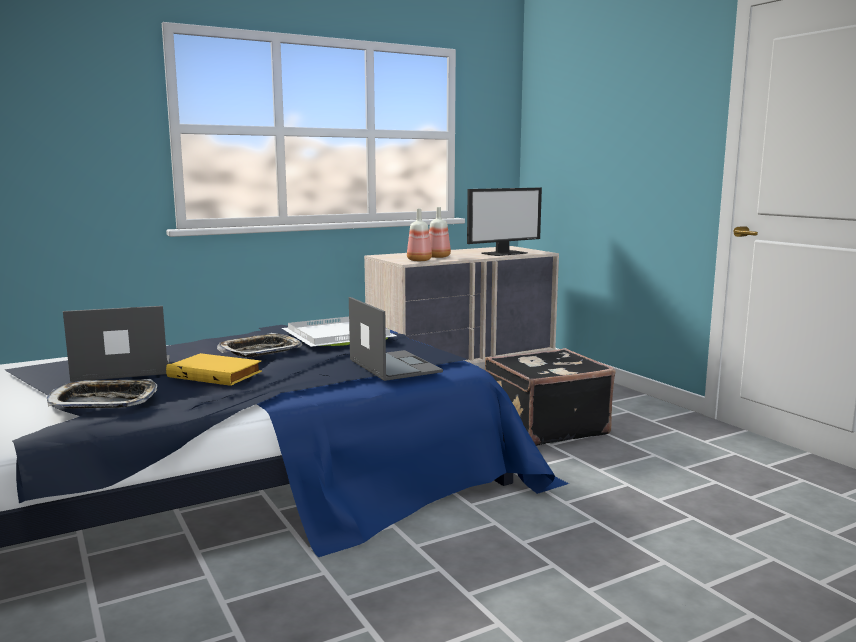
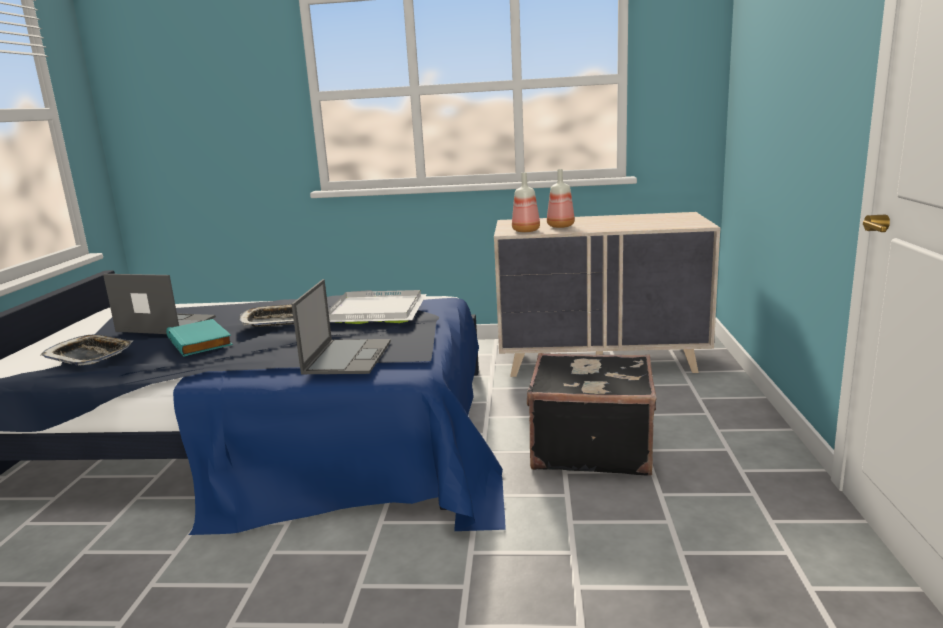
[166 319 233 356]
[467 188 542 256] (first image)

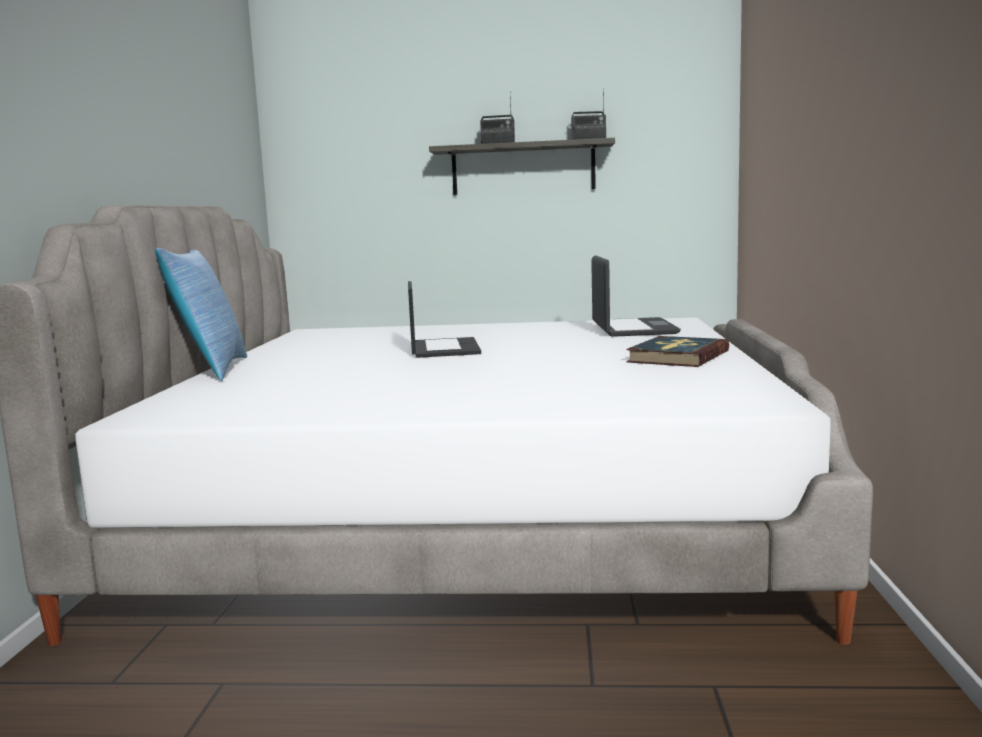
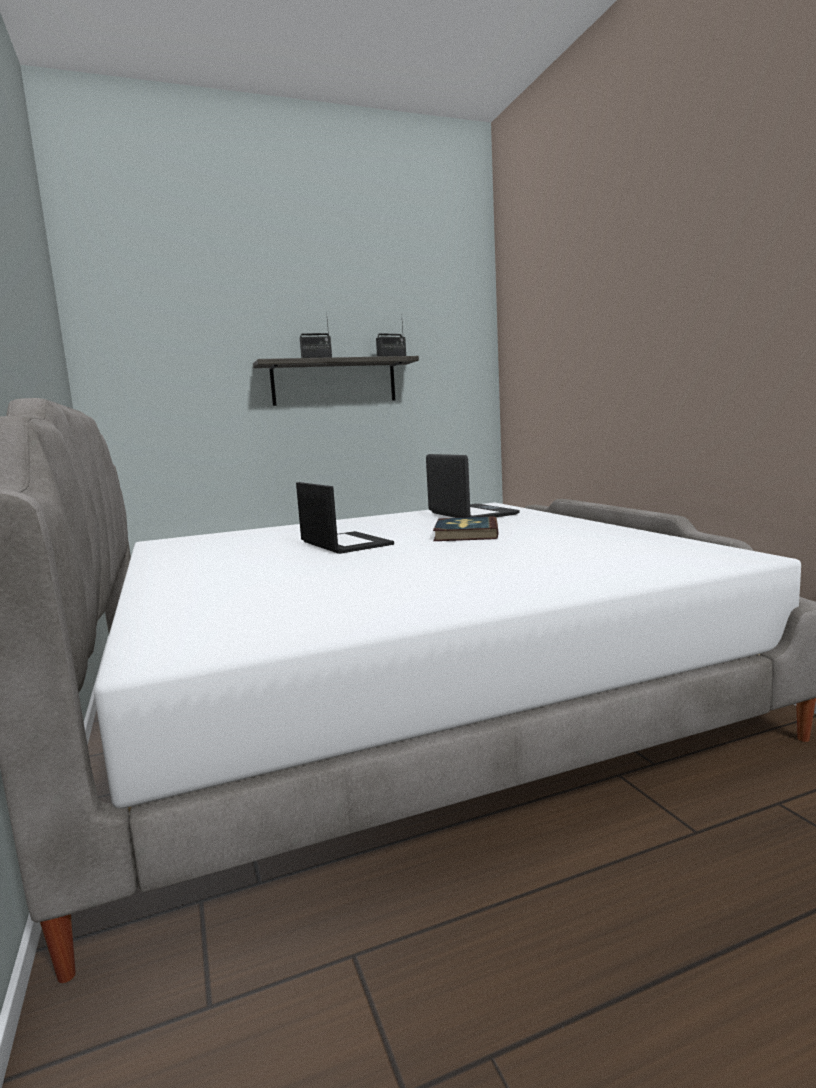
[155 248 247 381] (first image)
[433 516 499 541]

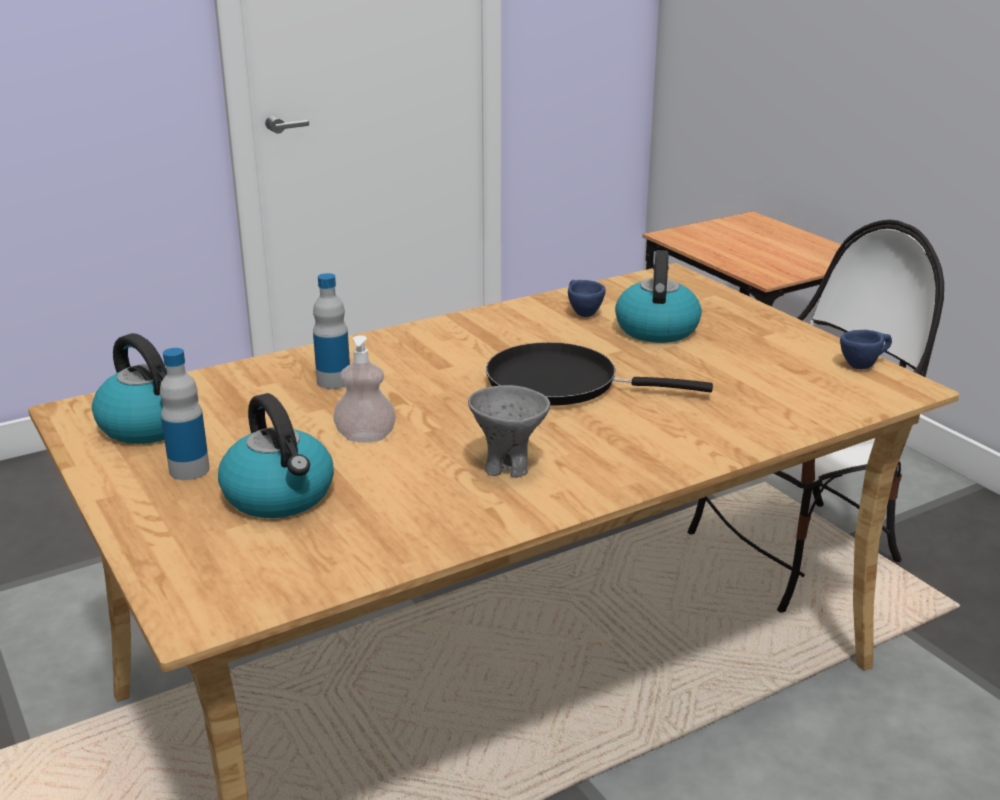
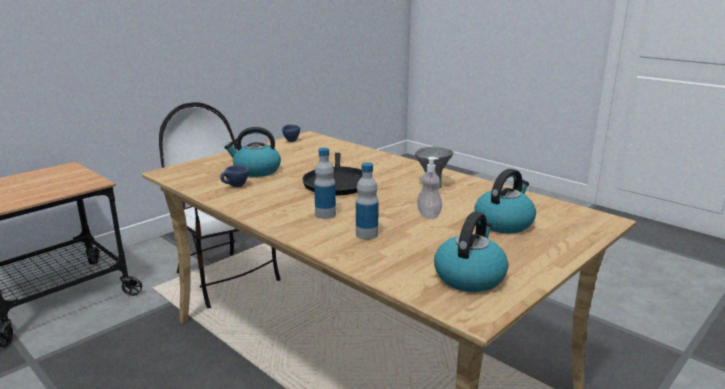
[314 148 336 219]

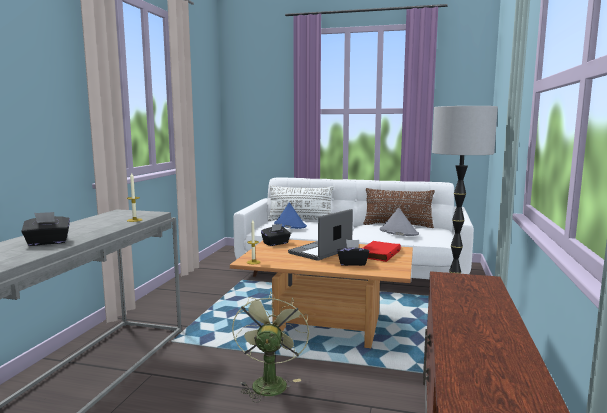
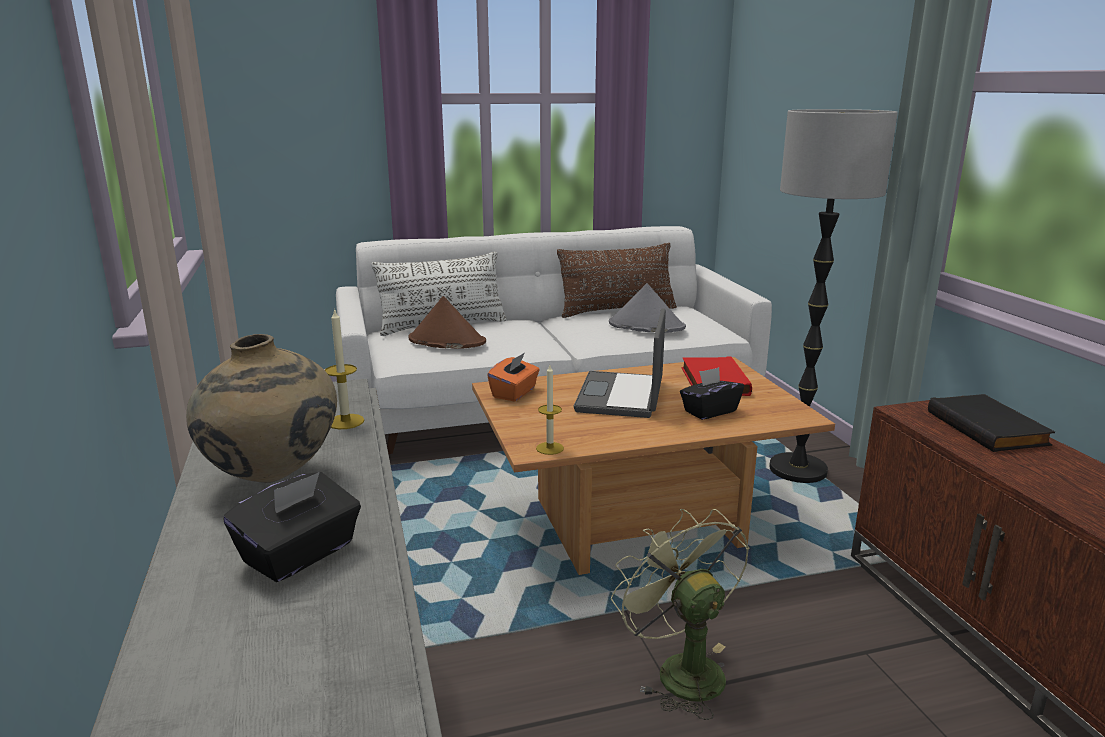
[487 353 540 402]
[409 296 486 349]
[186 334 337 483]
[928 394 1055 452]

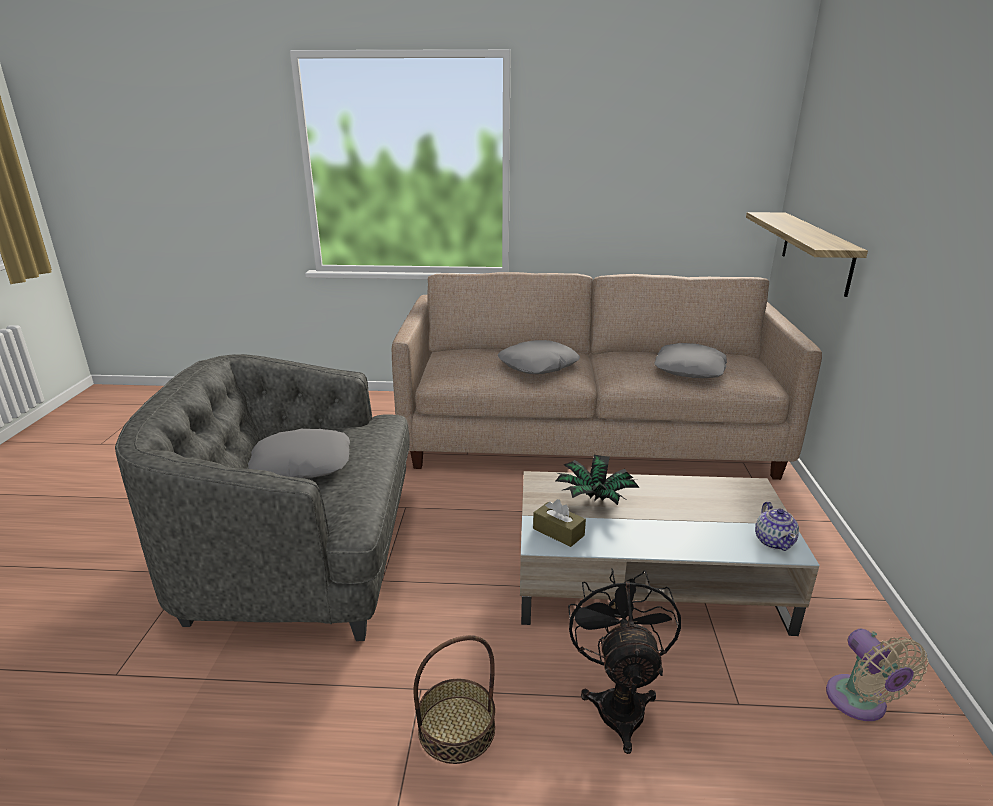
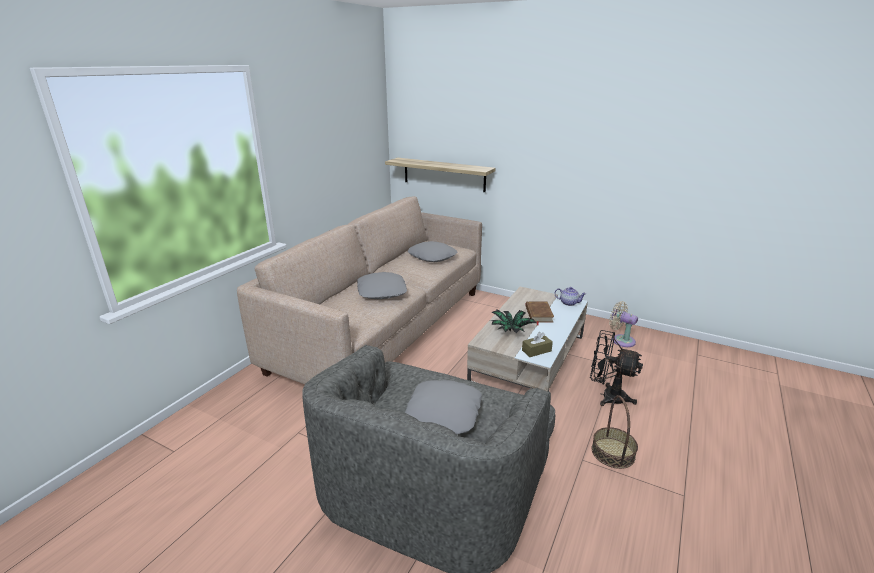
[609 301 638 347]
[526 301 554 325]

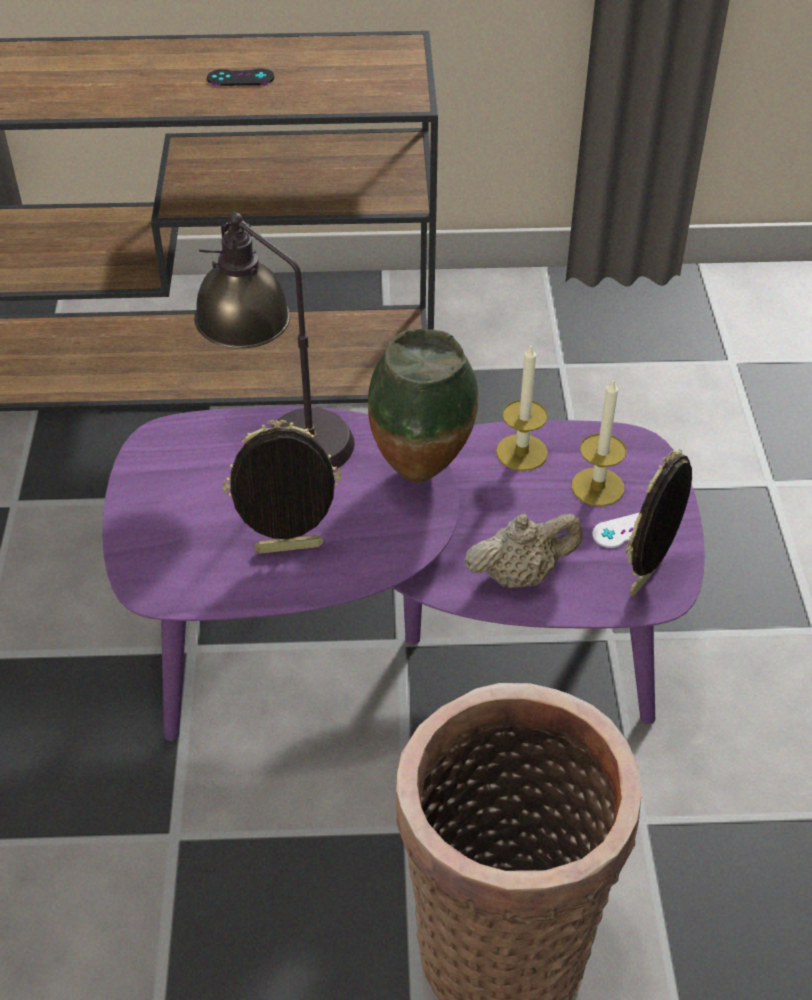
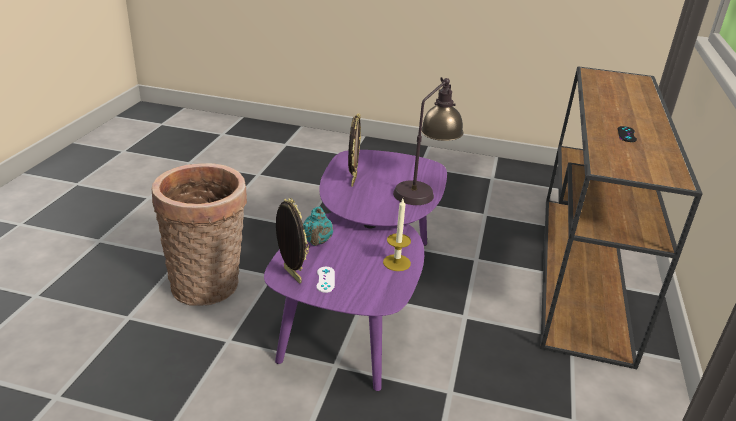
[368 329 478 482] (first image)
[303 206 333 246]
[571 378 626 506] (first image)

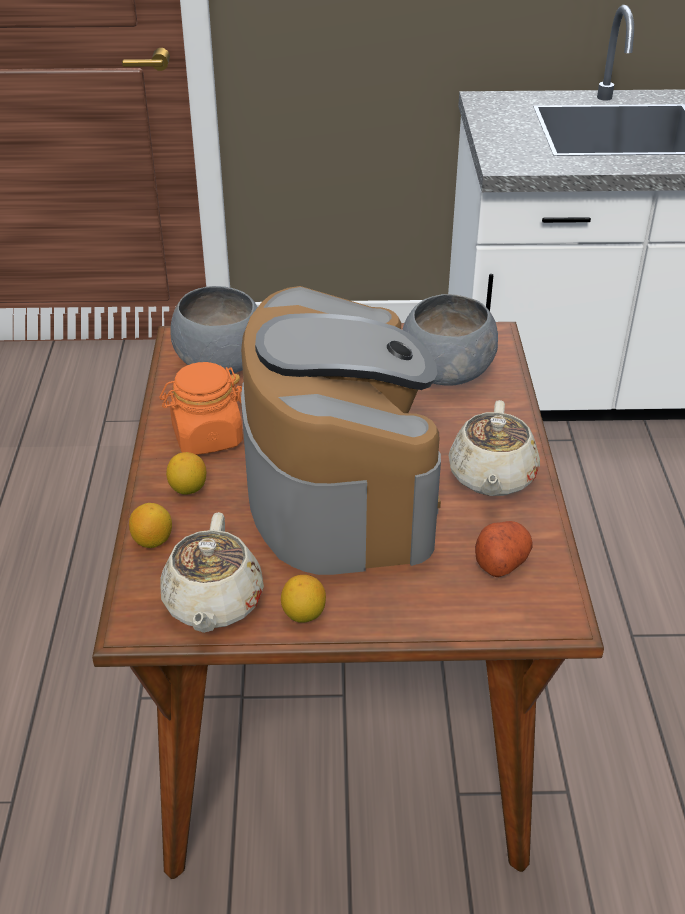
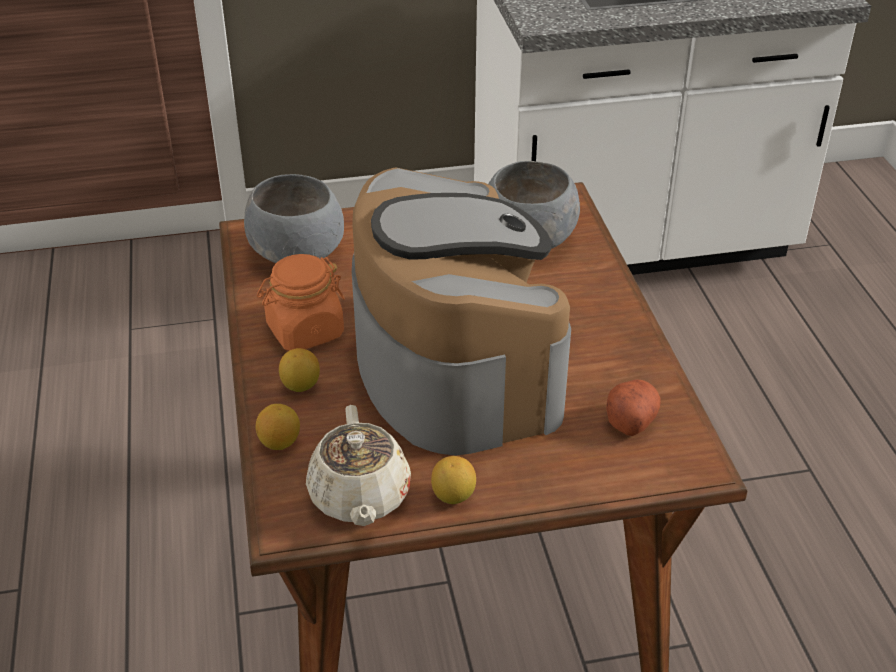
[449 400 540 496] (first image)

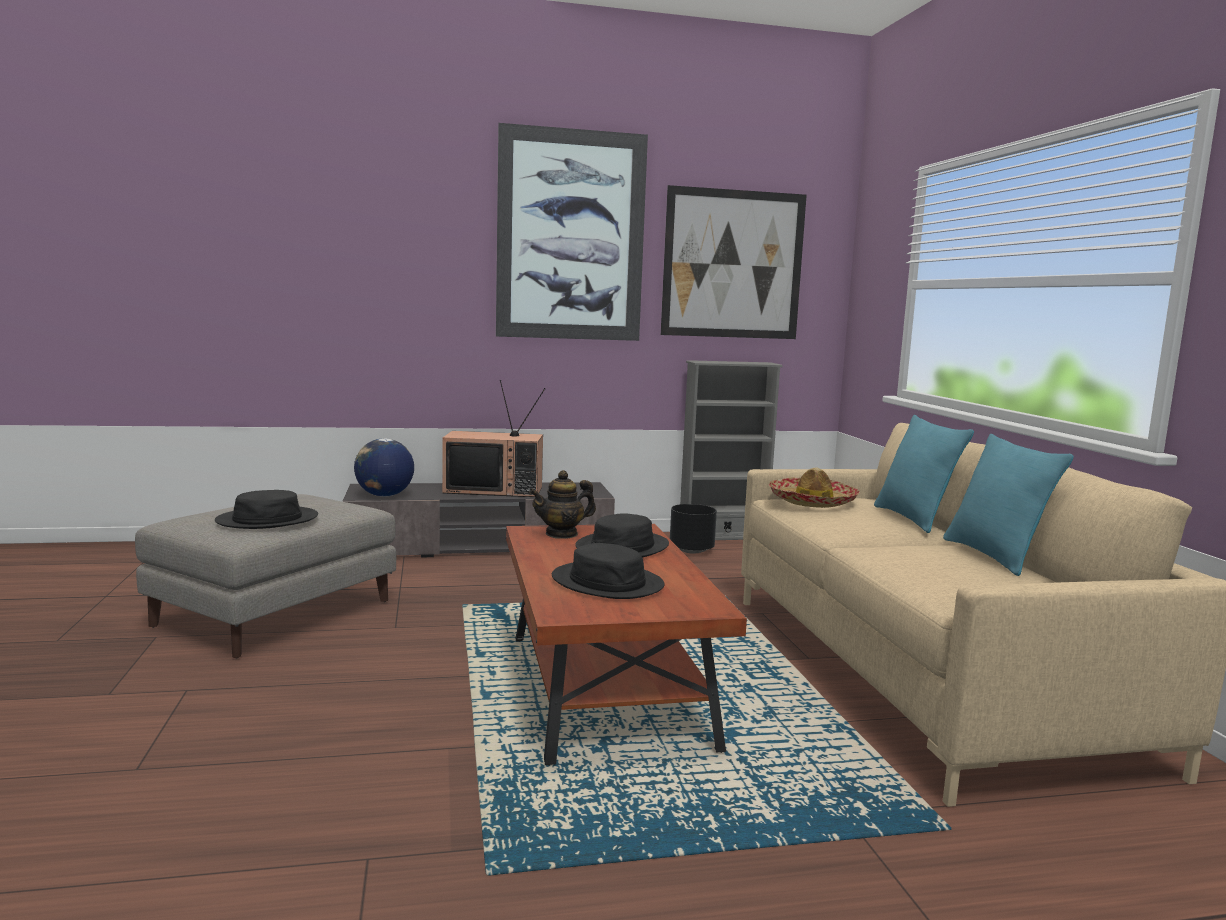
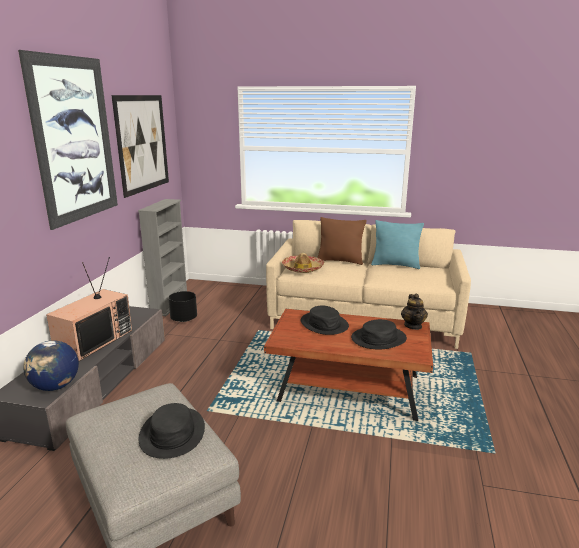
[401 294 428 330]
[317 217 367 265]

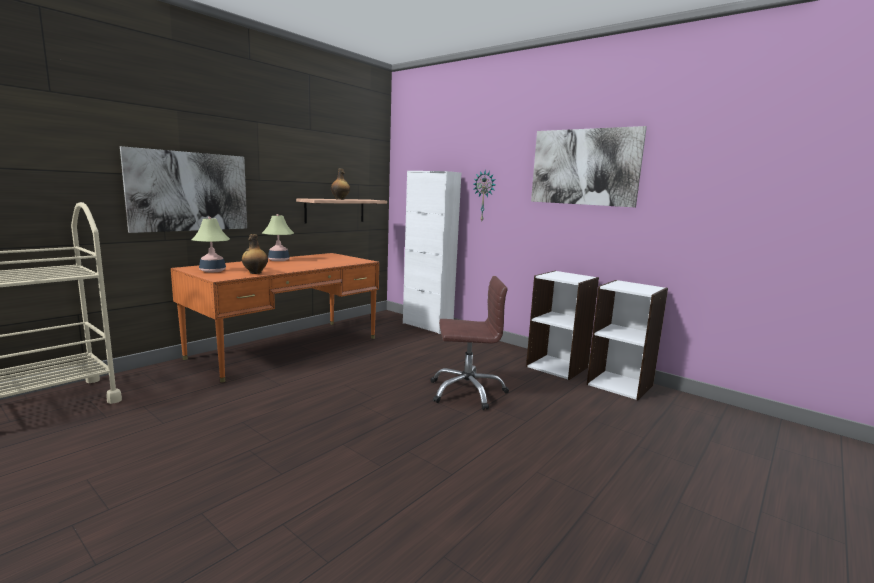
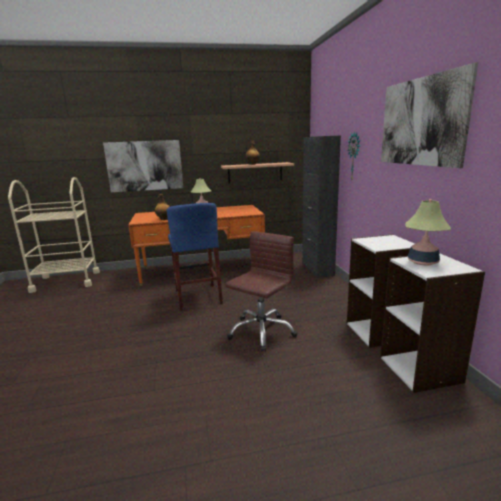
[405 199 451 266]
[302 135 341 278]
[225 231 298 352]
[167 203 223 311]

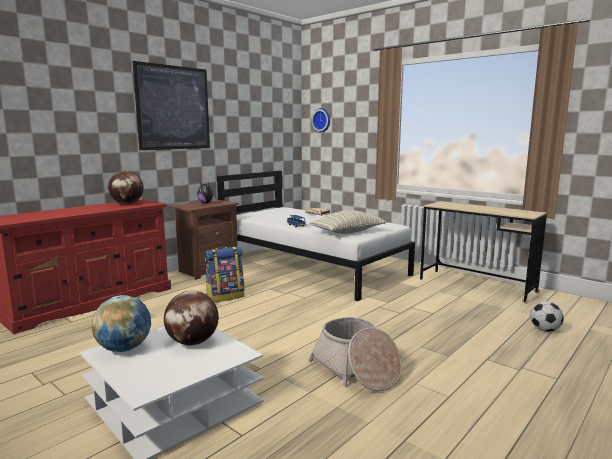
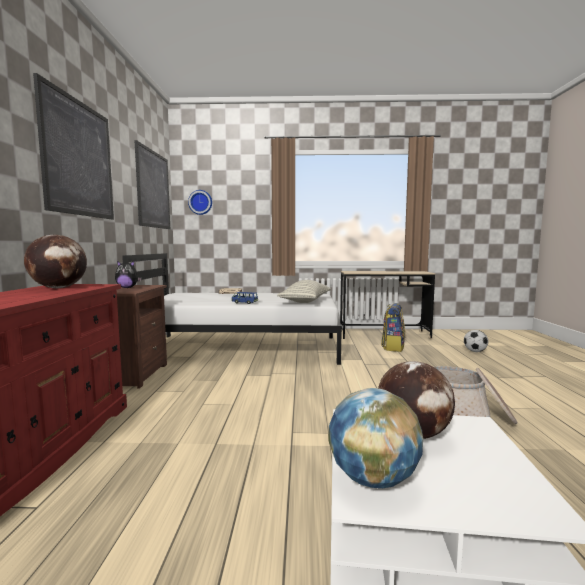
[381 303 405 352]
[134 140 170 229]

